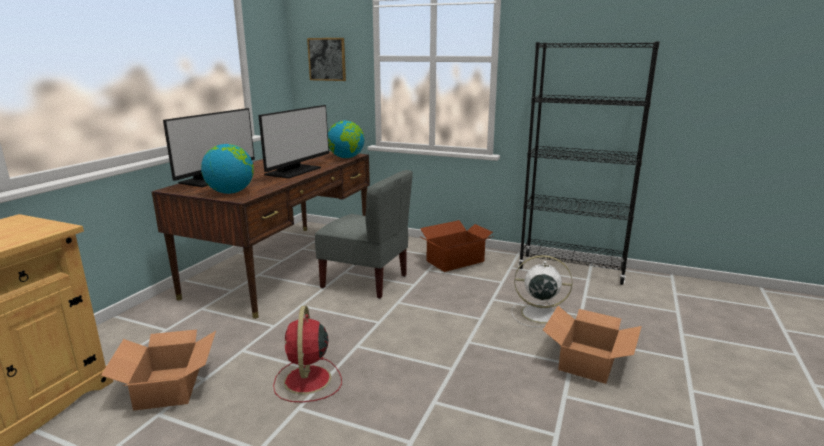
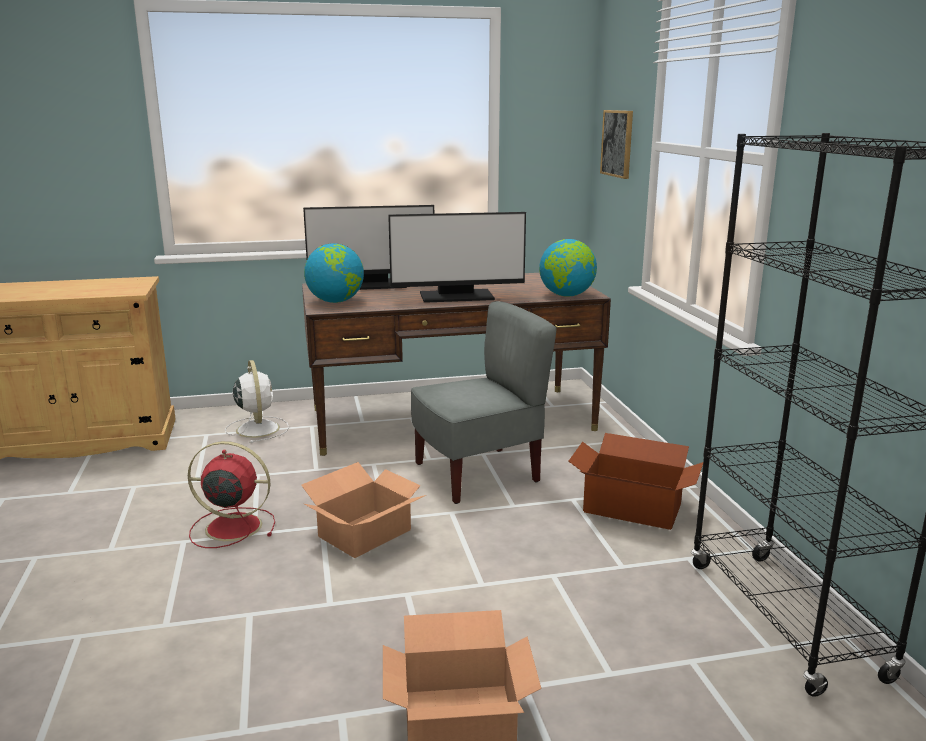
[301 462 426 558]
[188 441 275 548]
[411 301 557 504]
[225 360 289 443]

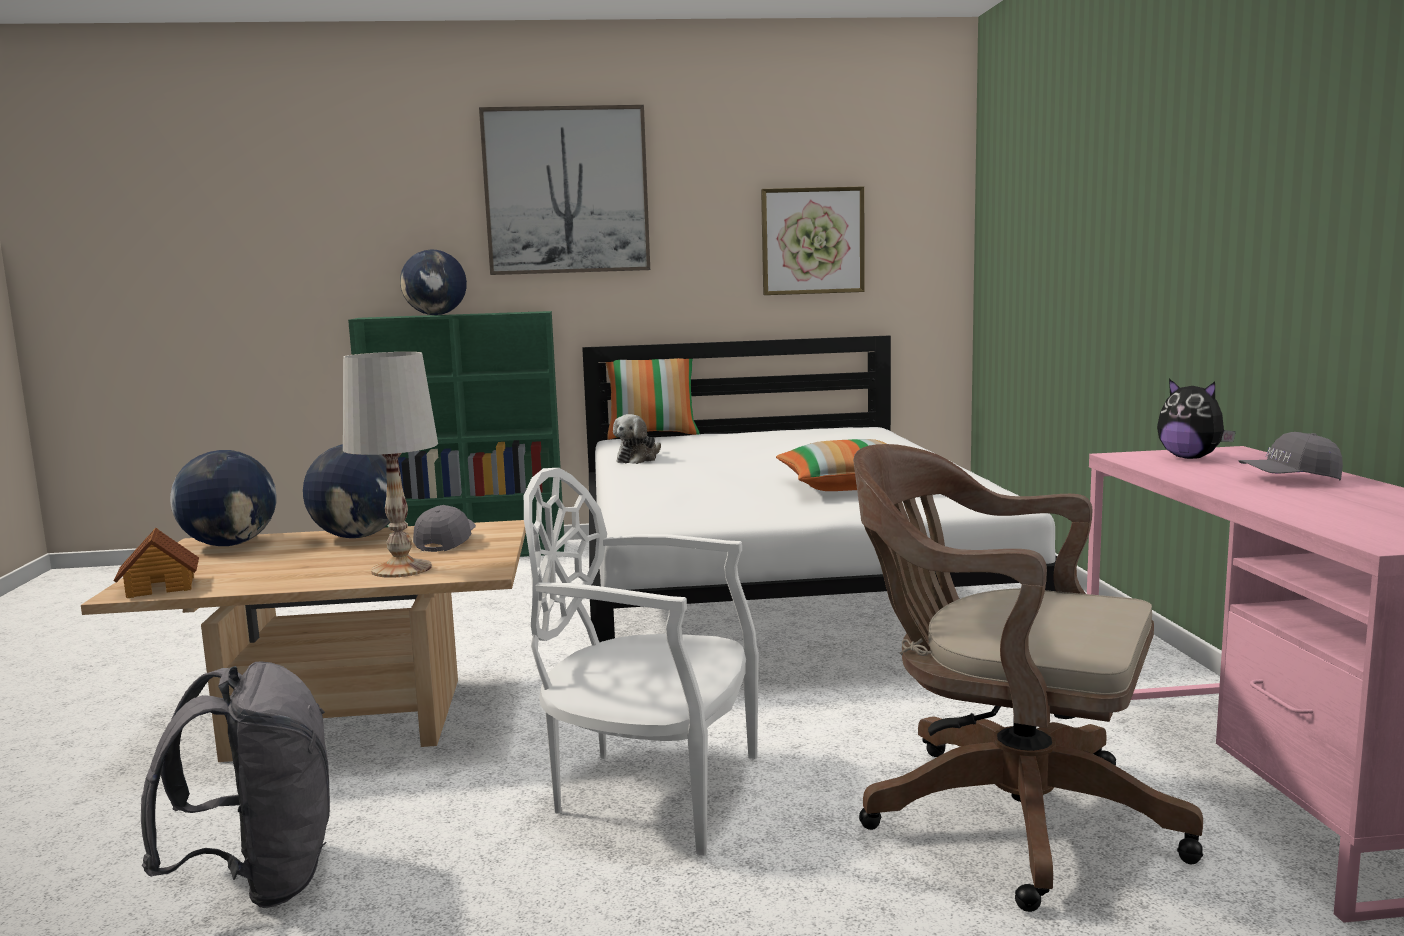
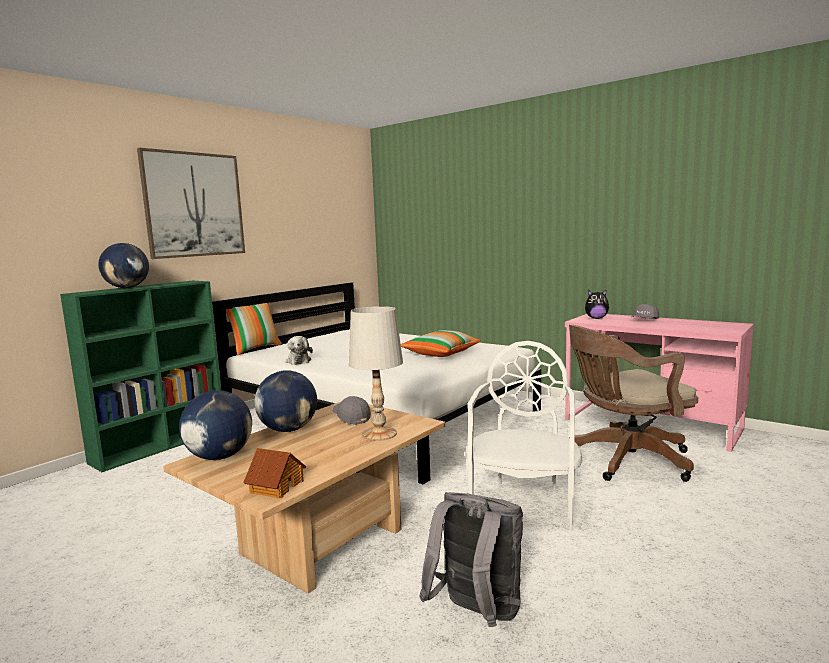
[465 341 582 530]
[761 186 865 295] (first image)

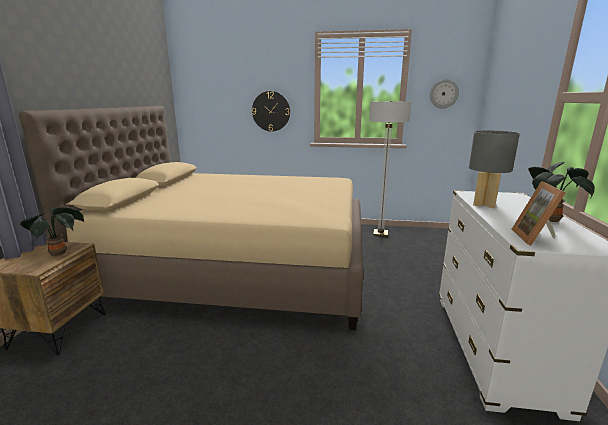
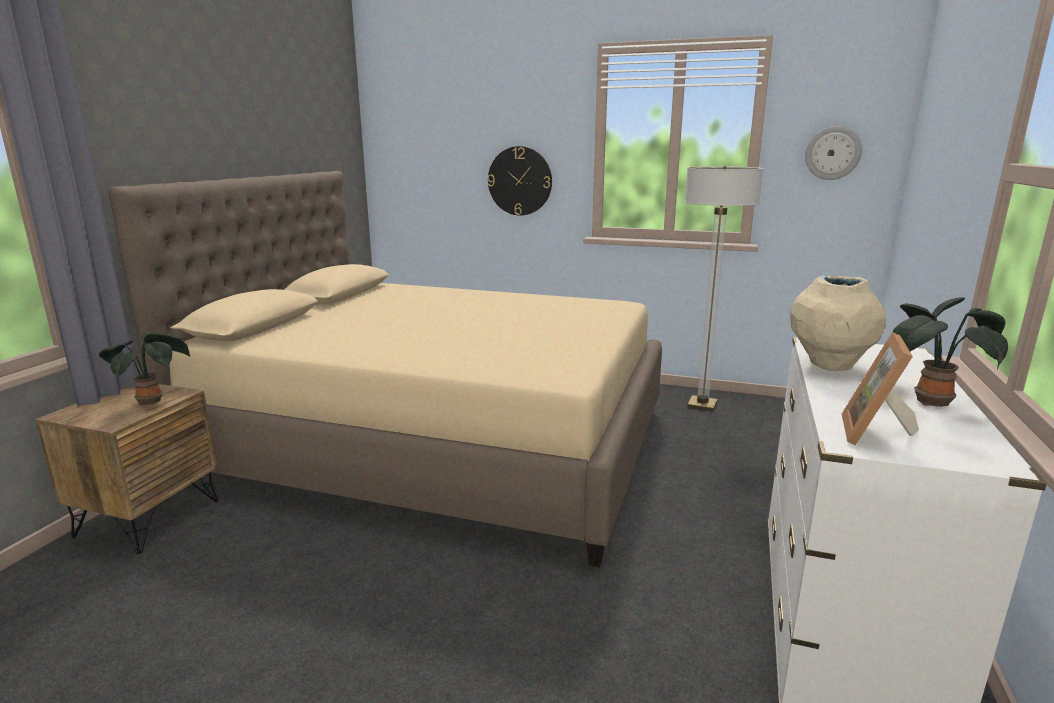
[790 275 886 371]

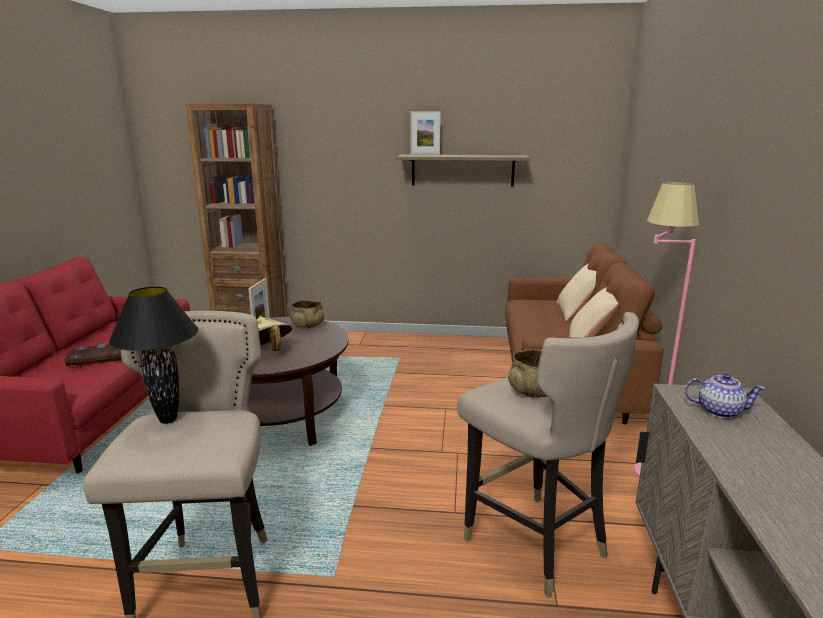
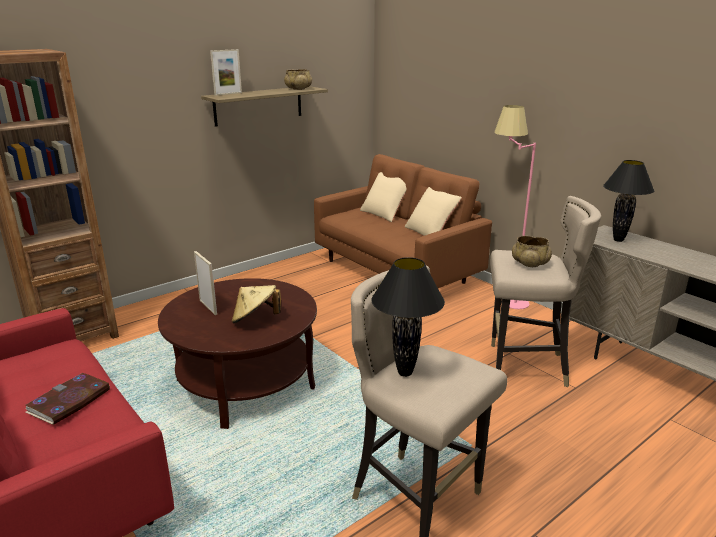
[284 69 312 90]
[603 160 654 242]

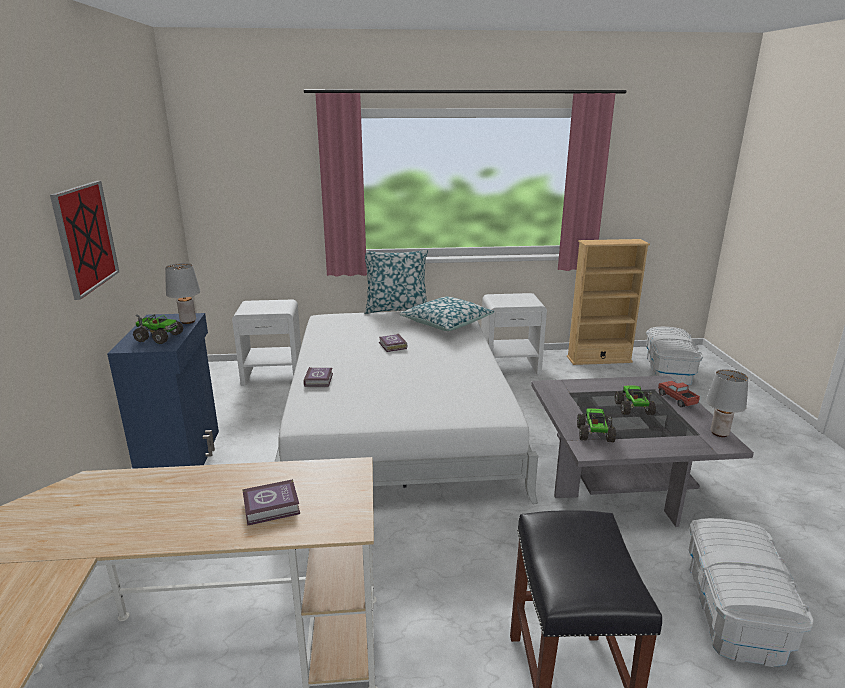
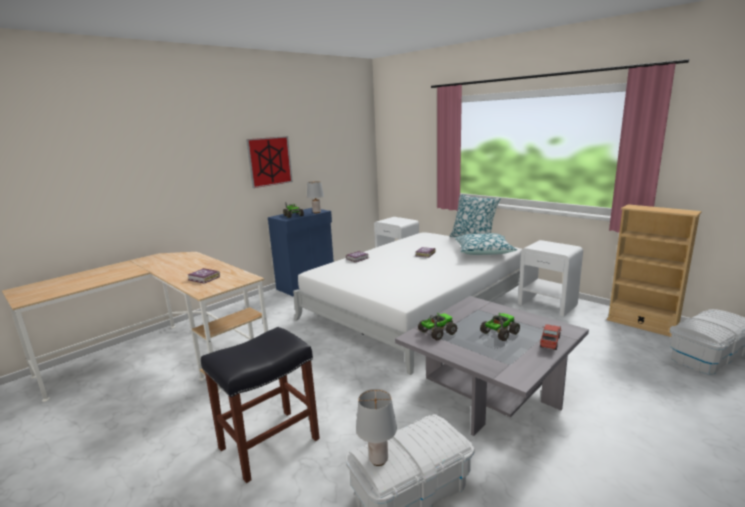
[356 389 397 466]

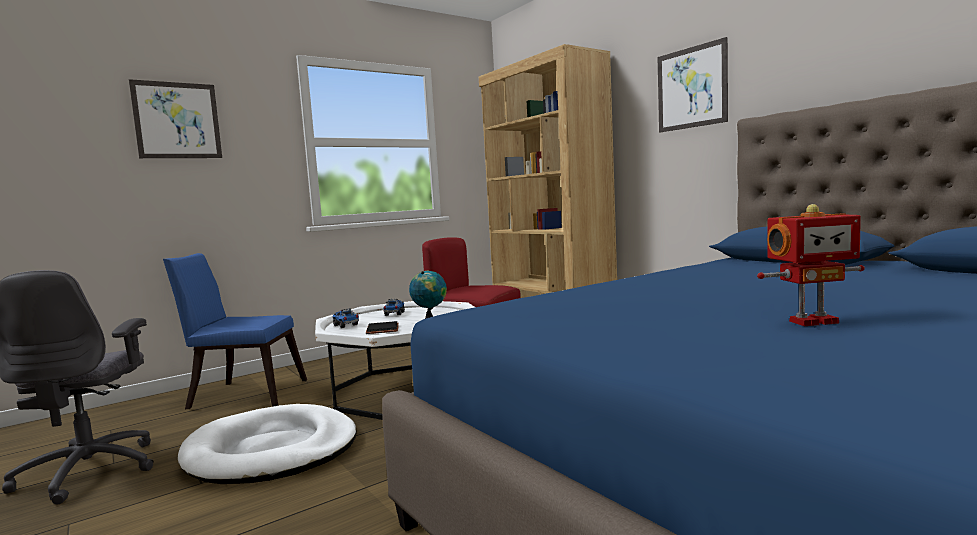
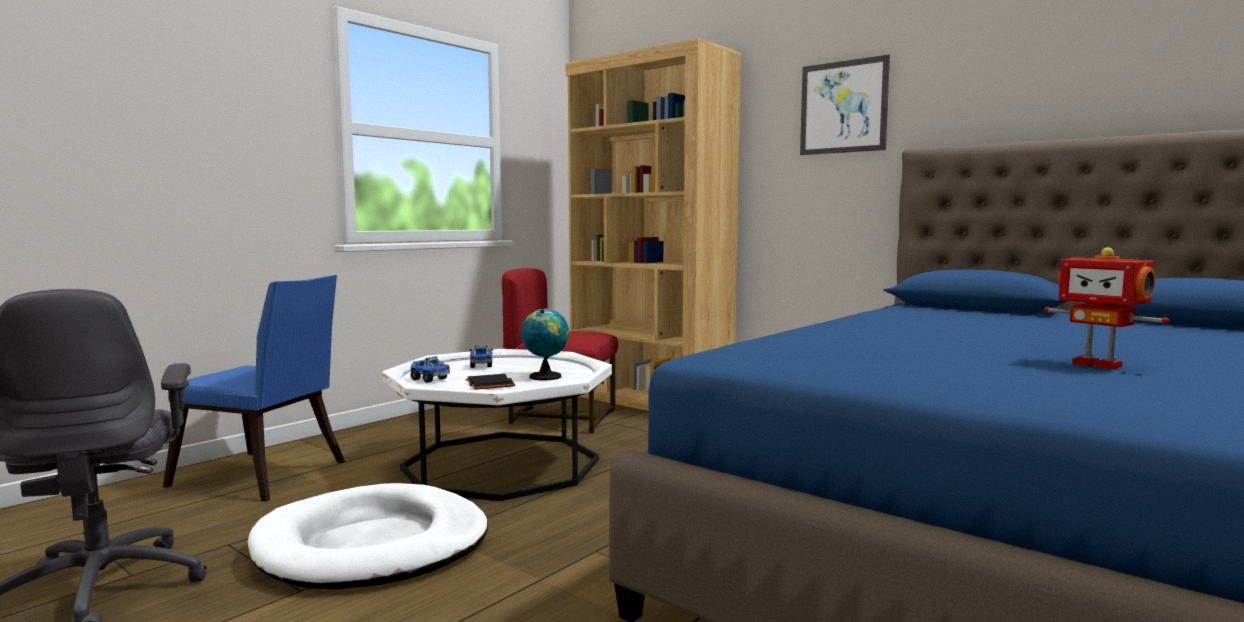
[129 79 222 158] (first image)
[163 275 345 502]
[1044 247 1169 369]

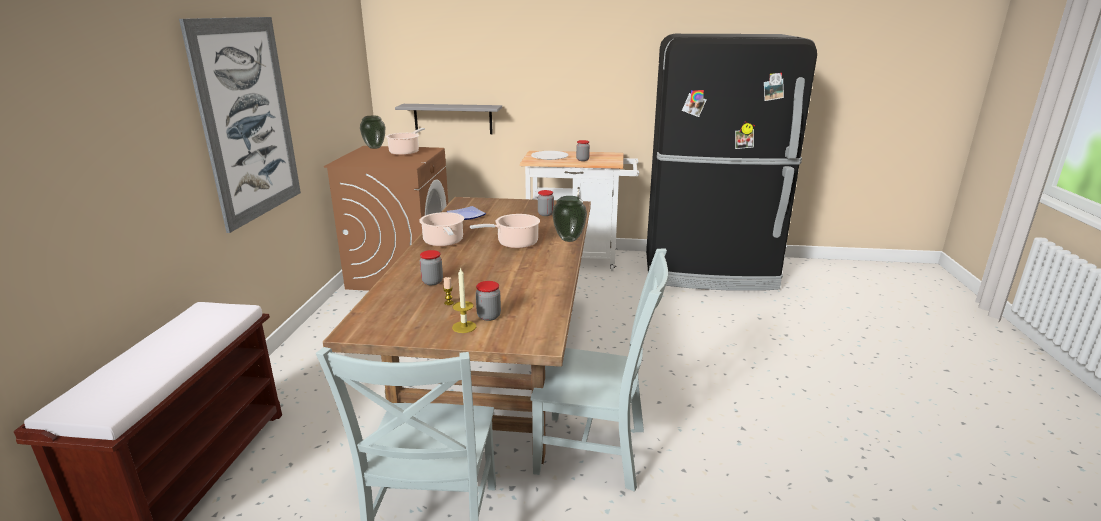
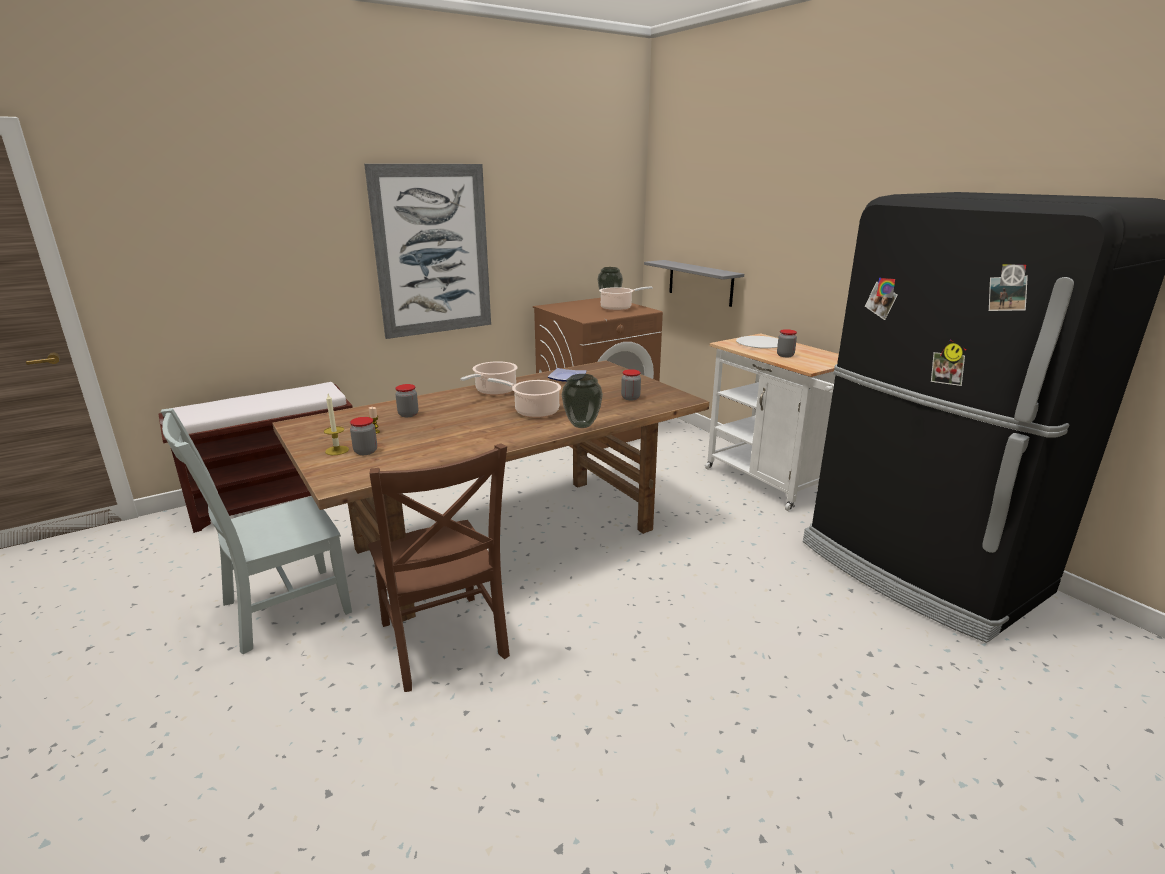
[368 443 510 692]

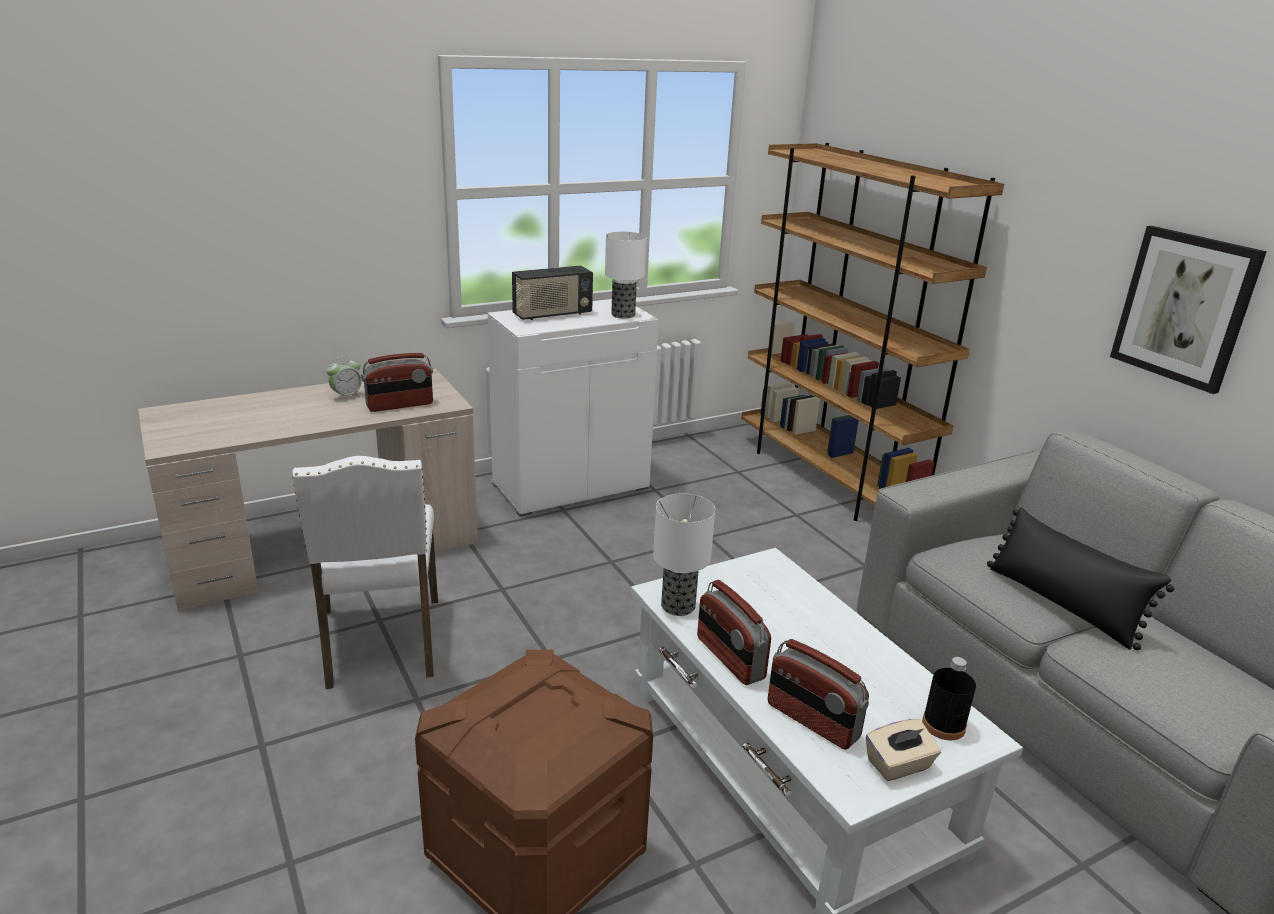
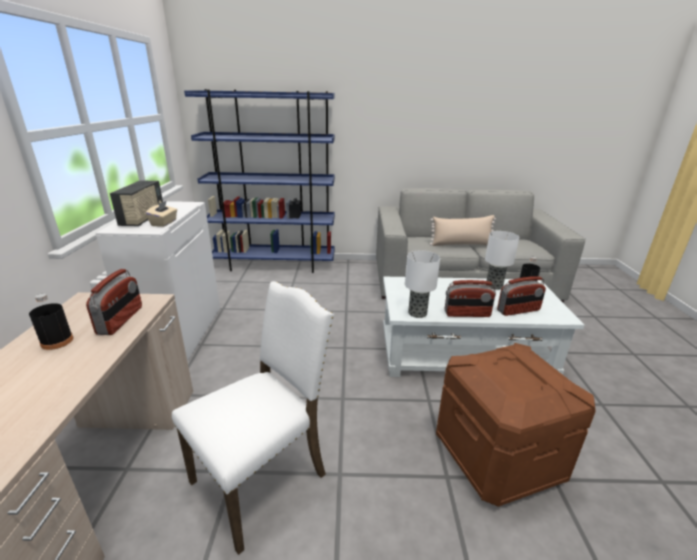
[172 281 334 555]
[29 294 74 350]
[485 231 519 290]
[184 89 335 273]
[146 200 177 227]
[430 215 496 246]
[1110 226 1267 394] (first image)

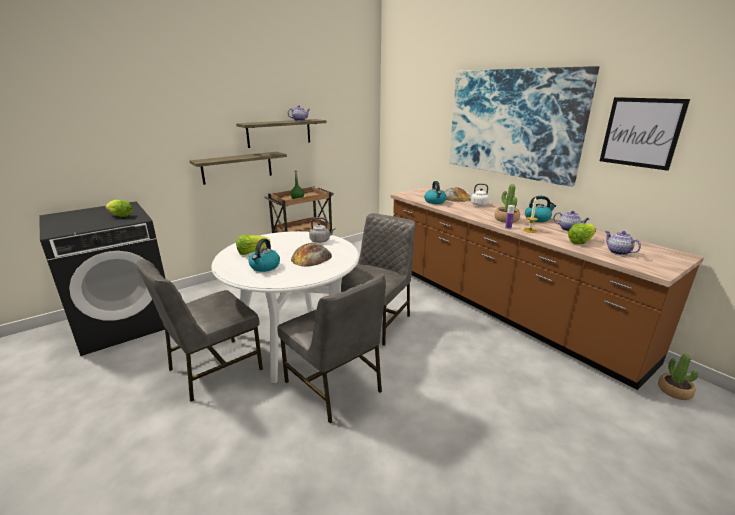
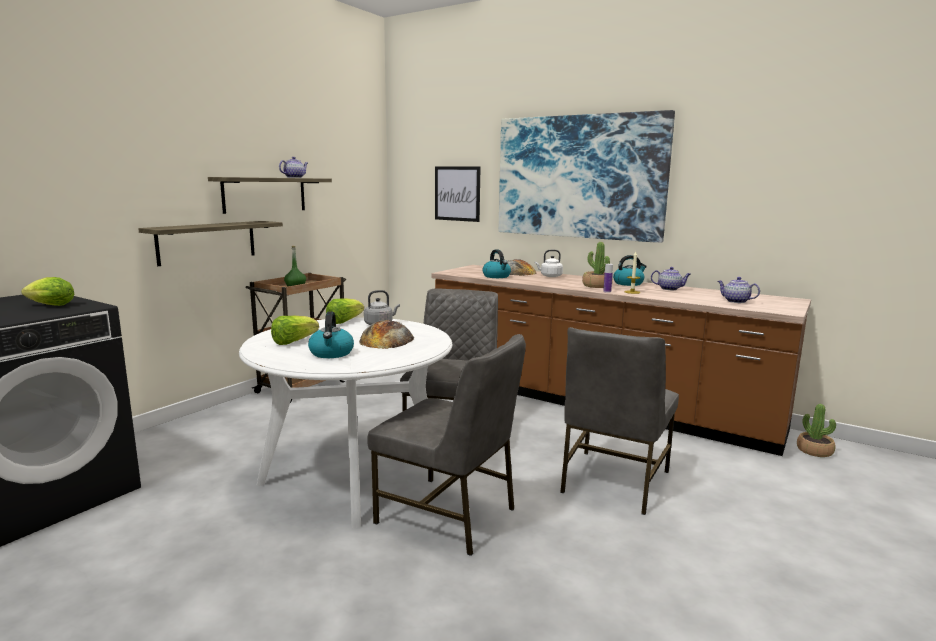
[560 327 679 515]
[326 298 364 324]
[435 166 481 222]

